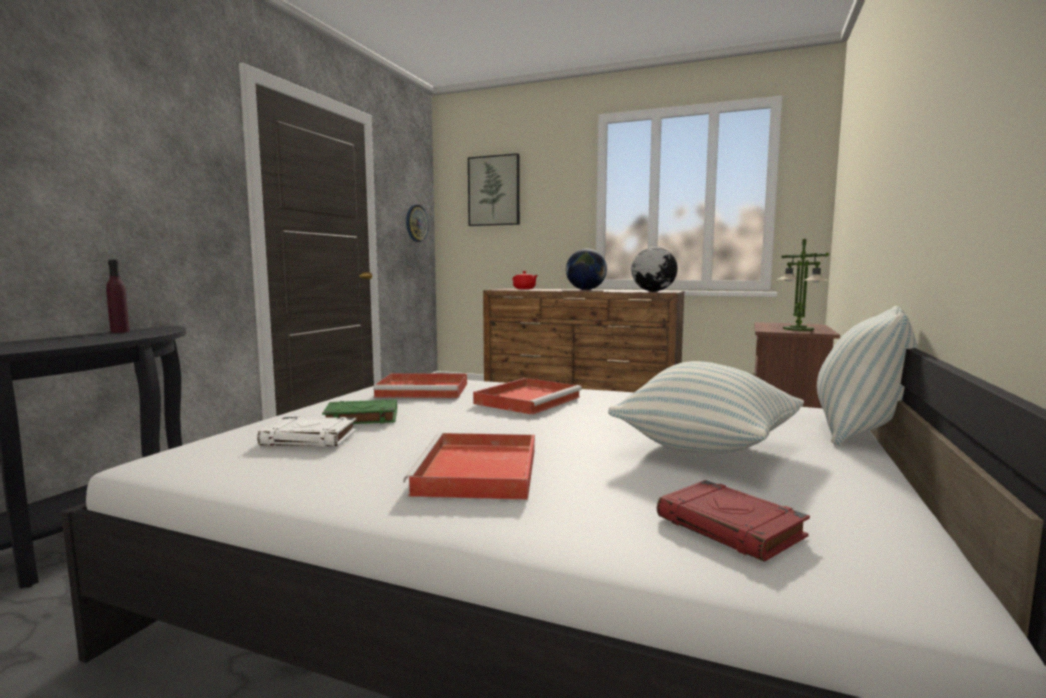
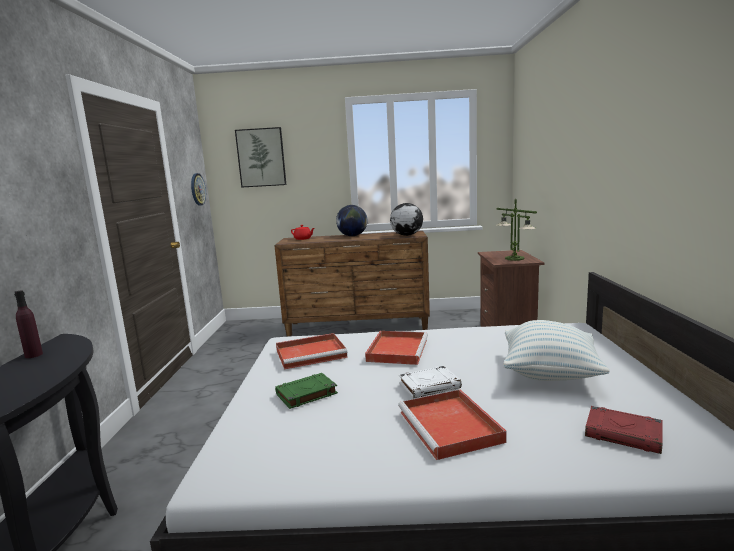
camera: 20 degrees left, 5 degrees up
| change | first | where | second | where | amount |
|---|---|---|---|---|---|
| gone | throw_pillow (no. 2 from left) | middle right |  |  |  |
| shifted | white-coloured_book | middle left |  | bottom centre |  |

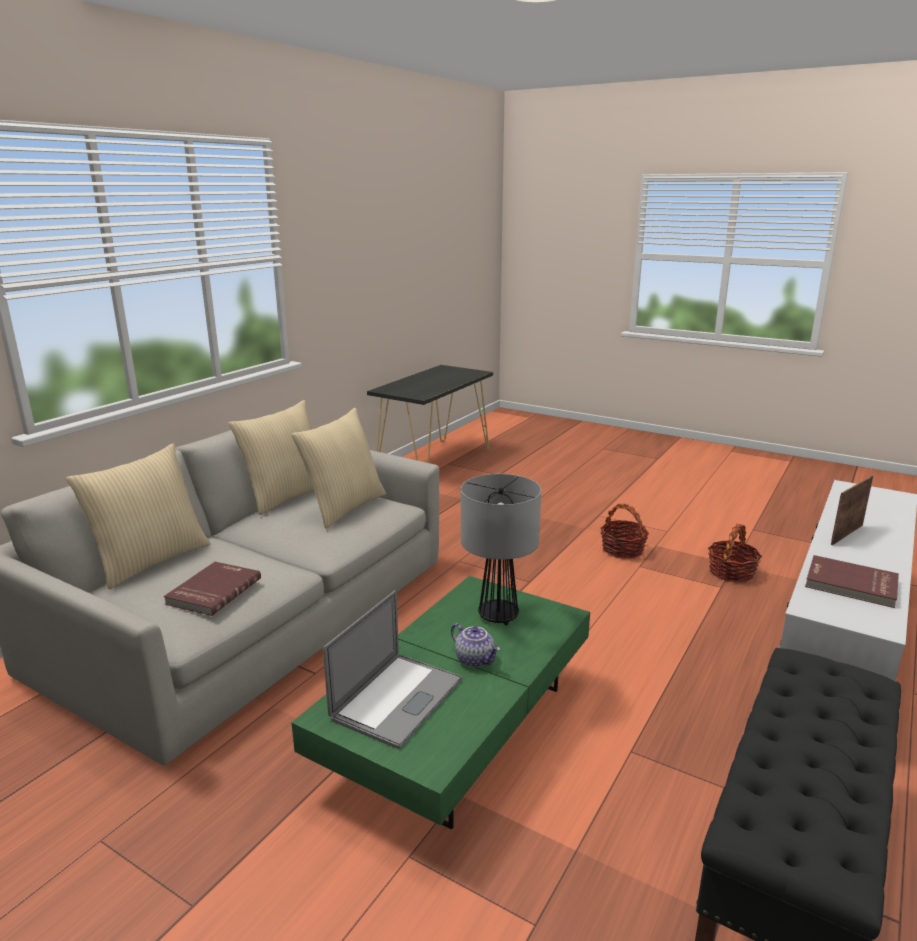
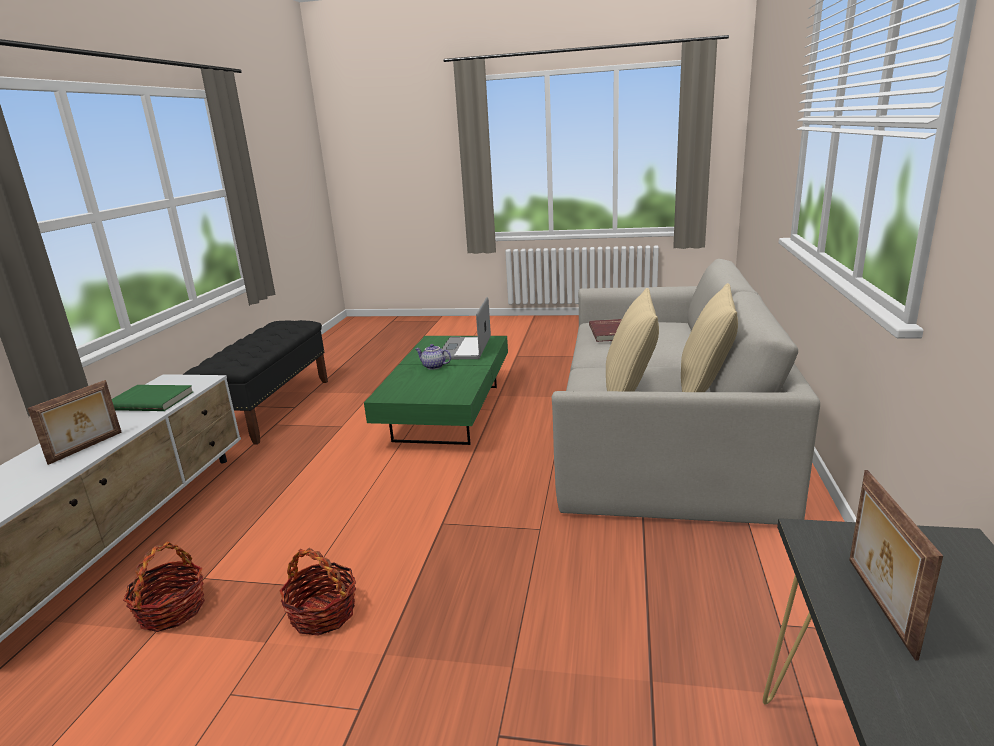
camera: 160 degrees right, 0 degrees up
| change | first | where | second | where | amount |
|---|---|---|---|---|---|
| gone | beige-coloured_throw_pillow (no. 1 from left) | middle left |  |  |  |
| gone | table_lamp | centre |  |  |  |
| repainted | red-coloured_book (no. 2 from left) | middle right | green-coloured_book | middle left |  |
| new |  |  | picture_frame (no. 2 from left) | bottom right |  |

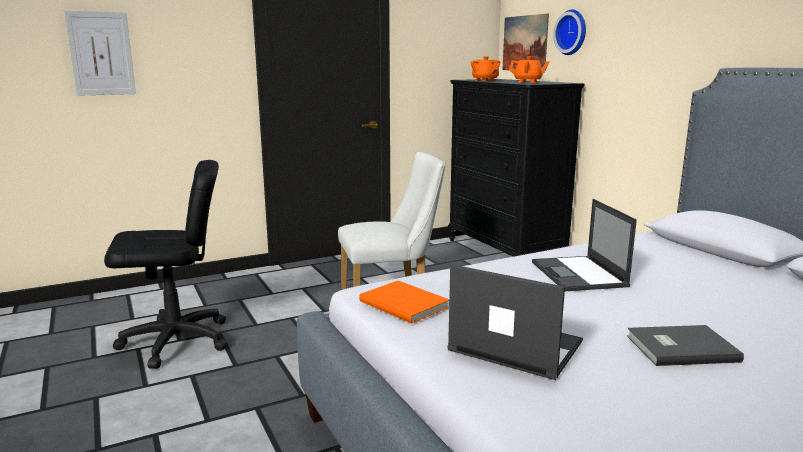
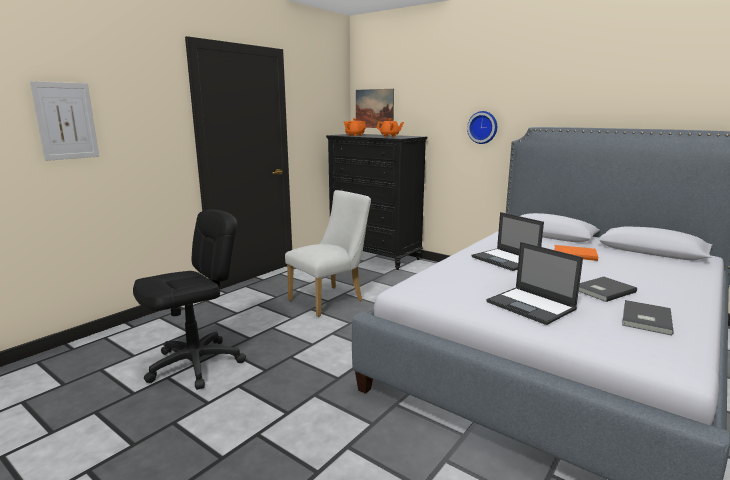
camera: 25 degrees left, 0 degrees up
| change | first | where | second | where | amount |
|---|---|---|---|---|---|
| shifted | hanging_clock | top right |  | top centre |  |
| rotated | notebook_computer (no. 1 from left in the first image) | bottom centre | notebook_computer (no. 2 from left) | middle right | 135 degrees counterclockwise |
| shifted | orangey_book | bottom centre |  | middle right |  |
| new |  |  | gray_book (no. 2 from left) | middle right |  |

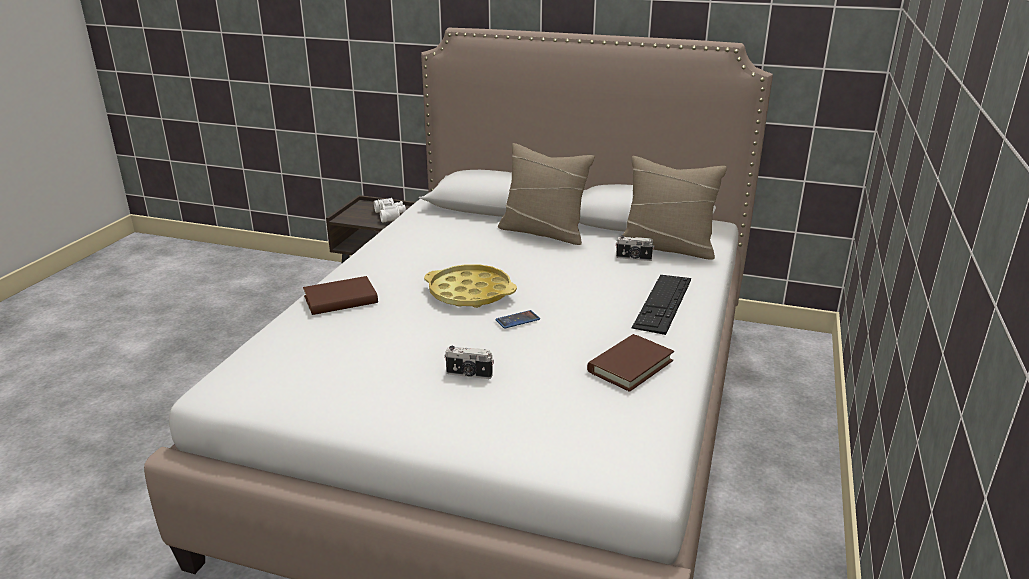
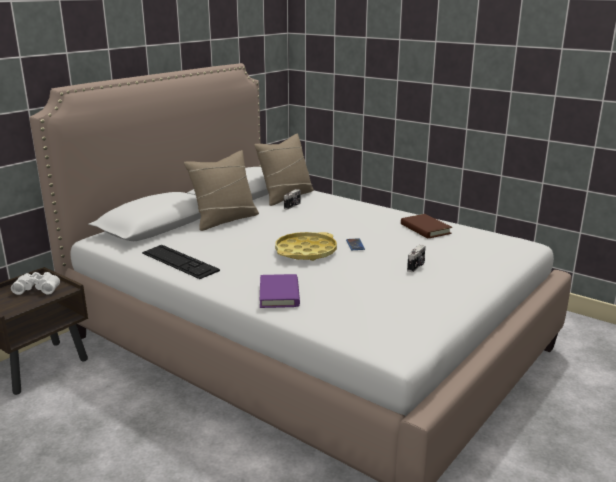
camera: 70 degrees left, 5 degrees down
| change | first | where | second | where | amount |
|---|---|---|---|---|---|
| shifted | PC_keyboard | centre |  | middle left |  |
| repainted | brownish_book (no. 1 from left) | middle left | purple_book | centre |  |

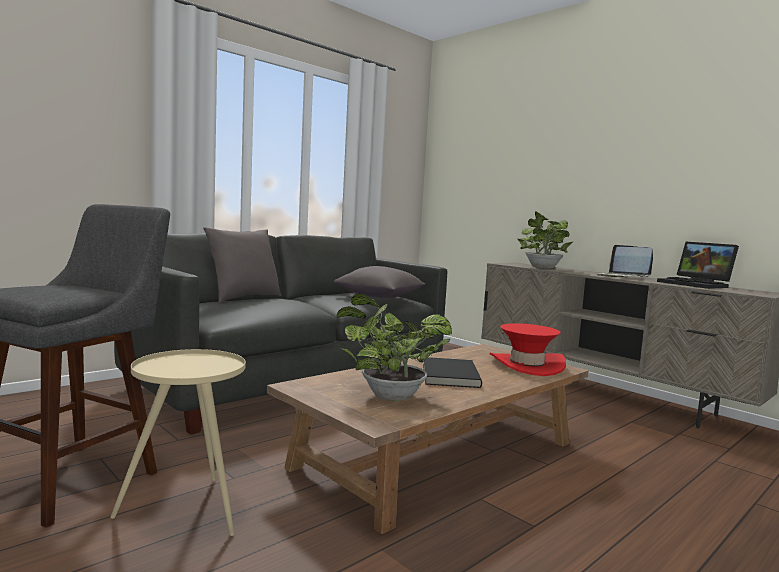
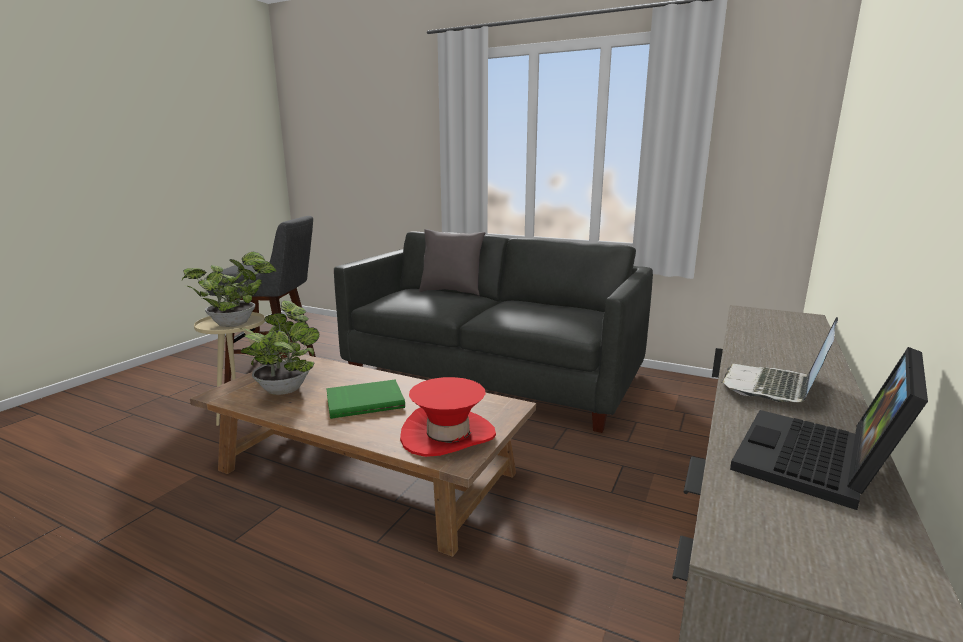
camera: 70 degrees right, 10 degrees up
| change | first | where | second | where | amount |
|---|---|---|---|---|---|
| shifted | potted_plant (no. 2 from left in the first image) | middle right | potted_plant (no. 1 from left) | middle left |  |
| gone | gray_throw_pillow (no. 2 from left) | centre |  |  |  |
| repainted | black-coloured_book | centre | green-coloured_book | centre |  |

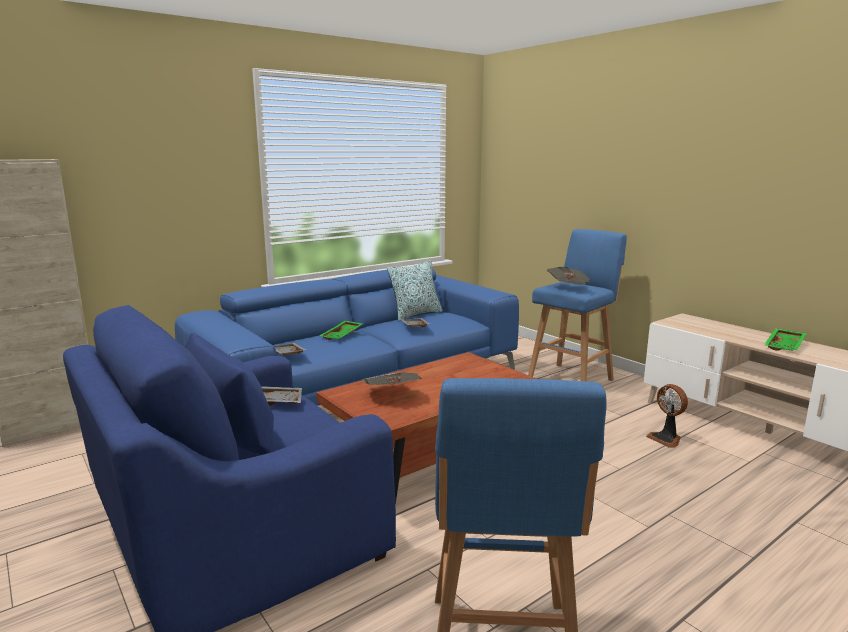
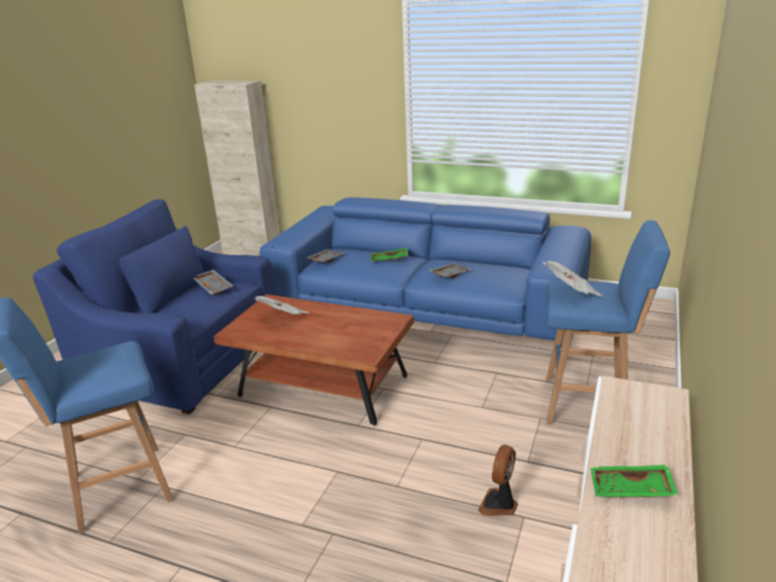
camera: 60 degrees right, 10 degrees up
| change | first | where | second | where | amount |
|---|---|---|---|---|---|
| gone | throw_pillow | centre |  |  |  |

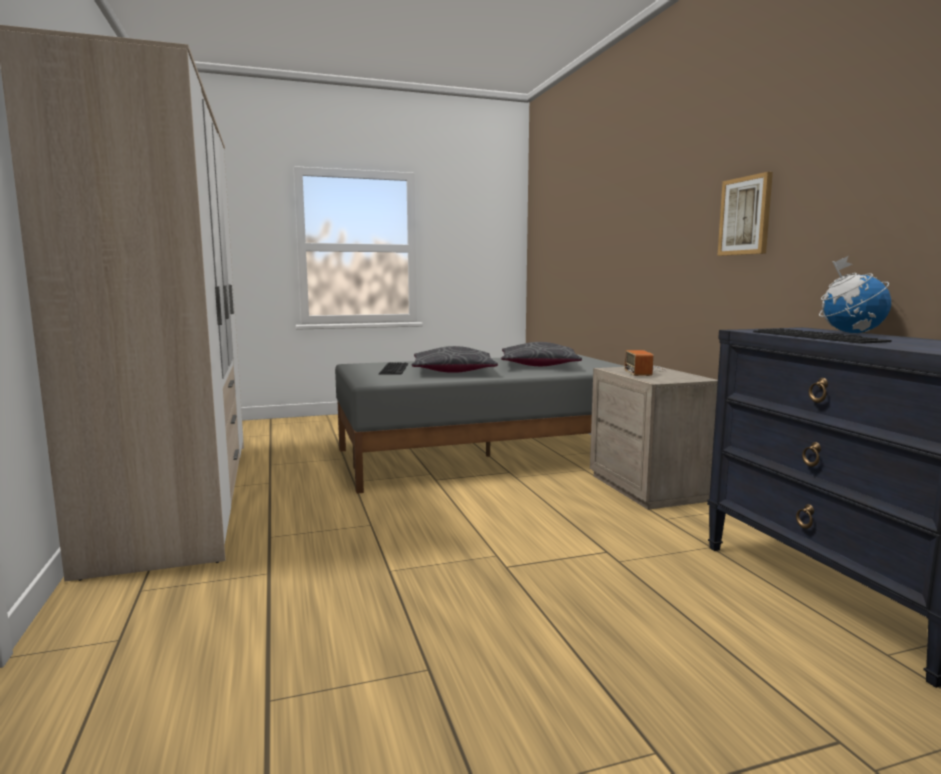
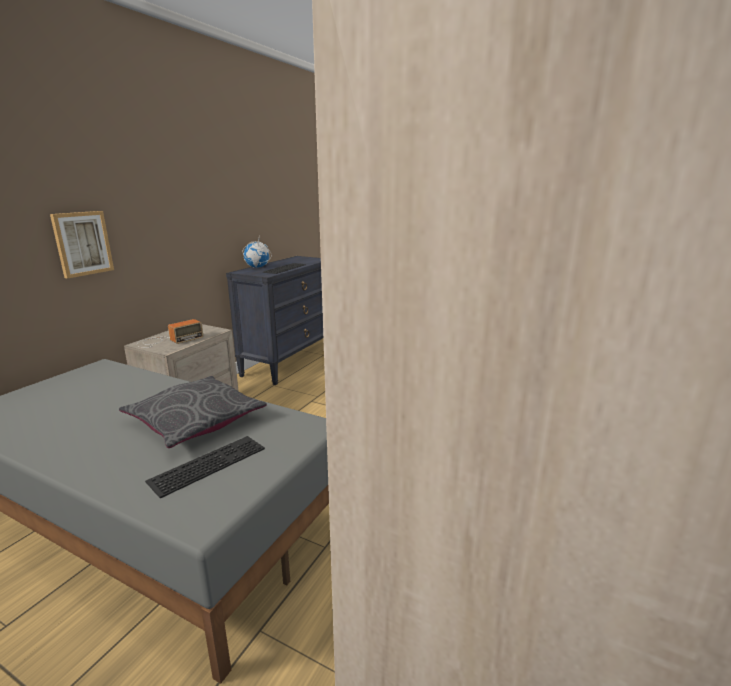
camera: 135 degrees left, 10 degrees up
| change | first | where | second | where | amount |
|---|---|---|---|---|---|
| shifted | wall_picture | top right |  | middle left |  |
| gone | gray_throw_pillow (no. 2 from left) | centre |  |  |  |

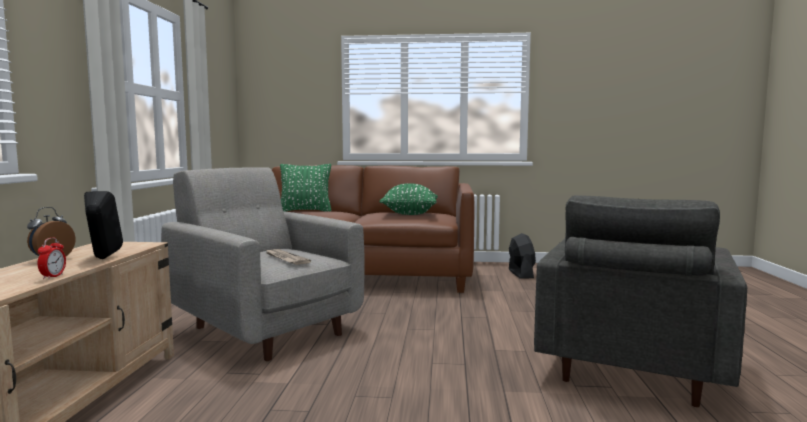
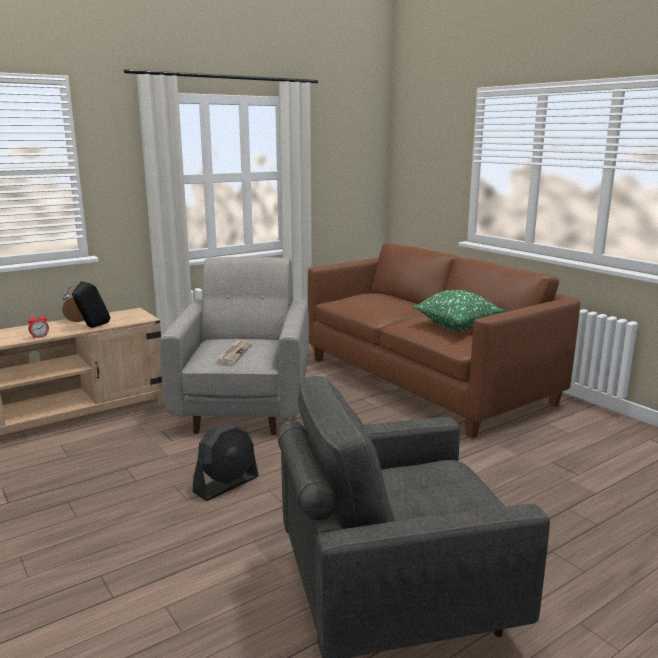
camera: 50 degrees right, 10 degrees up
| change | first | where | second | where | amount |
|---|---|---|---|---|---|
| gone | green-coloured_throw_pillow (no. 1 from left) | centre |  |  |  |
| shifted | black-coloured_cooling_fan | centre |  | bottom centre |  |

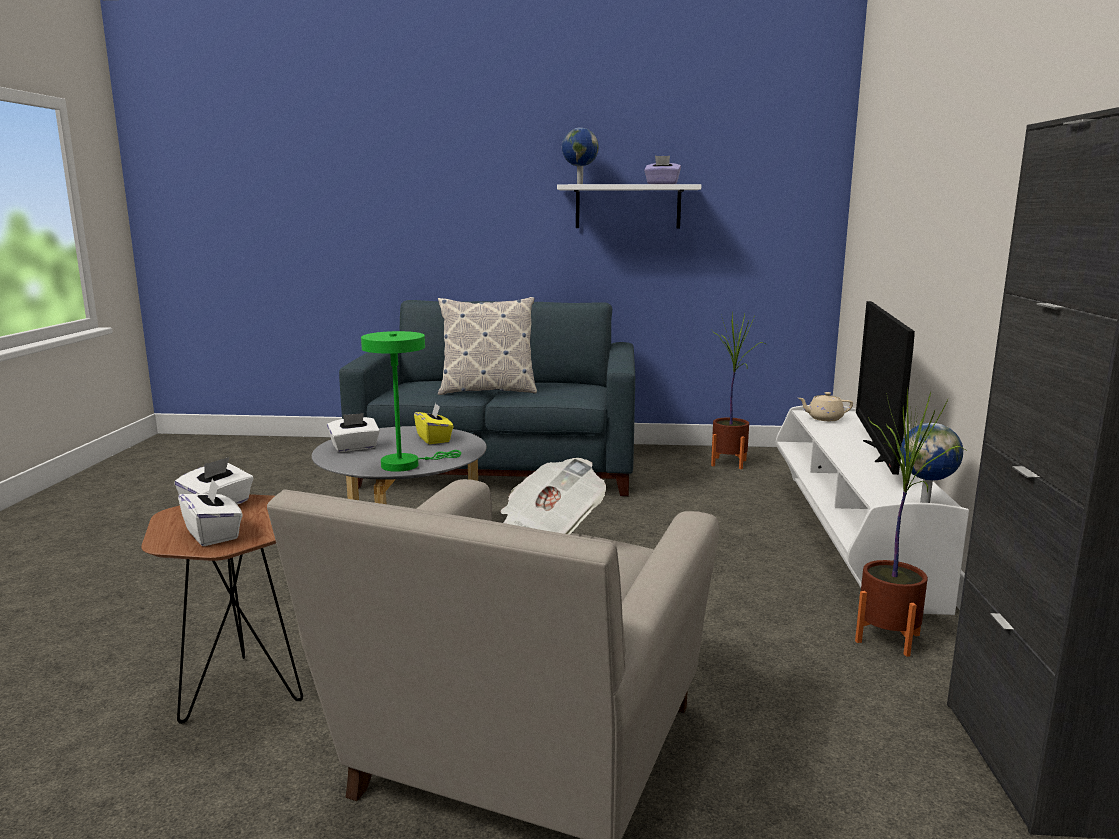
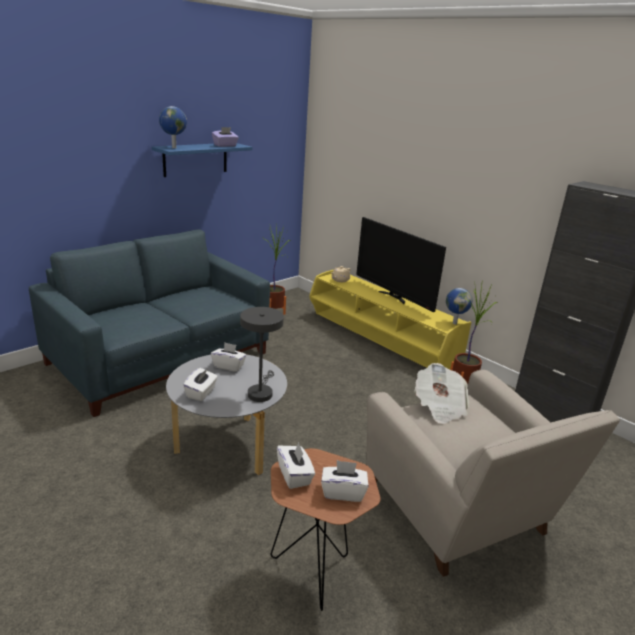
camera: 50 degrees left, 10 degrees up
| change | first | where | second | where | amount |
|---|---|---|---|---|---|
| repainted | white-coloured_shelf | top centre | bluish_shelf | top left |  |
| gone | throw_pillow | centre |  |  |  |
| repainted | green-coloured_table_lamp | centre | gray_table_lamp | centre |  |
| repainted | yellow-coloured_tissue_holder | centre | white-coloured_tissue_holder (no. 2 from left) | centre |  |
| repainted | white-coloured_tv_stand | middle right | yellow-coloured_tv_stand | centre |  |

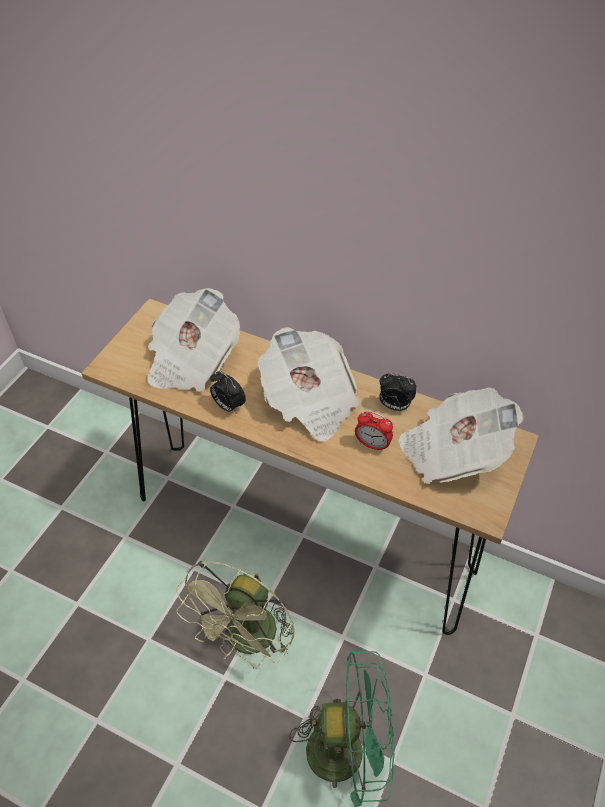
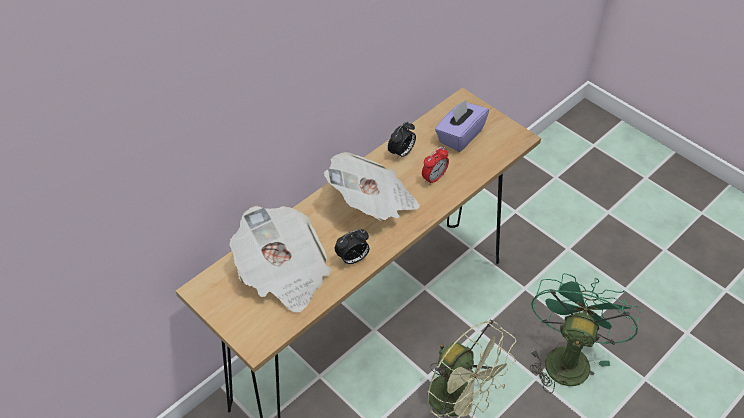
camera: 70 degrees left, 0 degrees up
| change | first | where | second | where | amount |
|---|---|---|---|---|---|
| swapped | printed_paper (no. 3 from left) | middle right | purple_tissue_holder | top centre |  |

